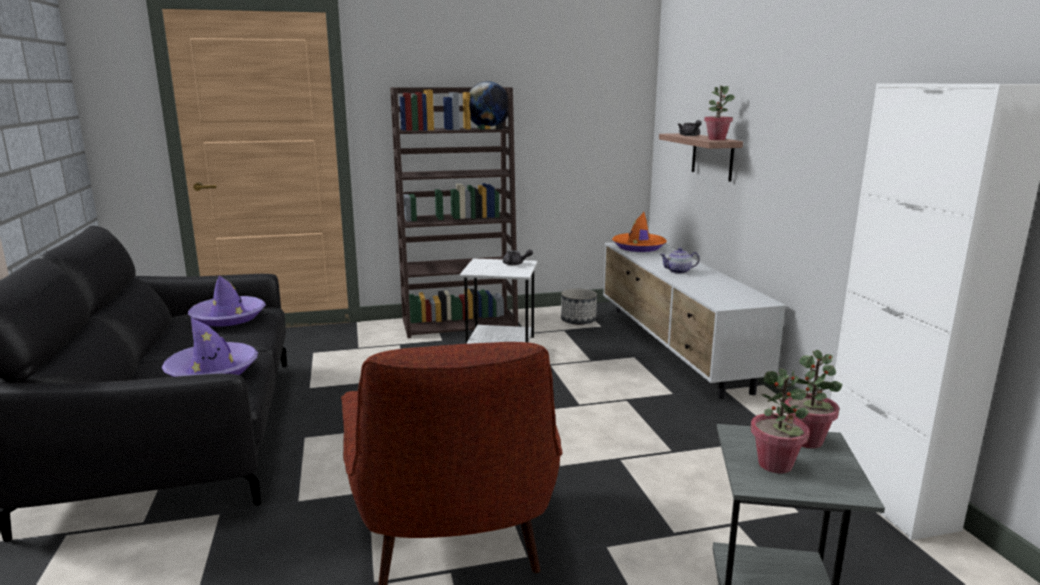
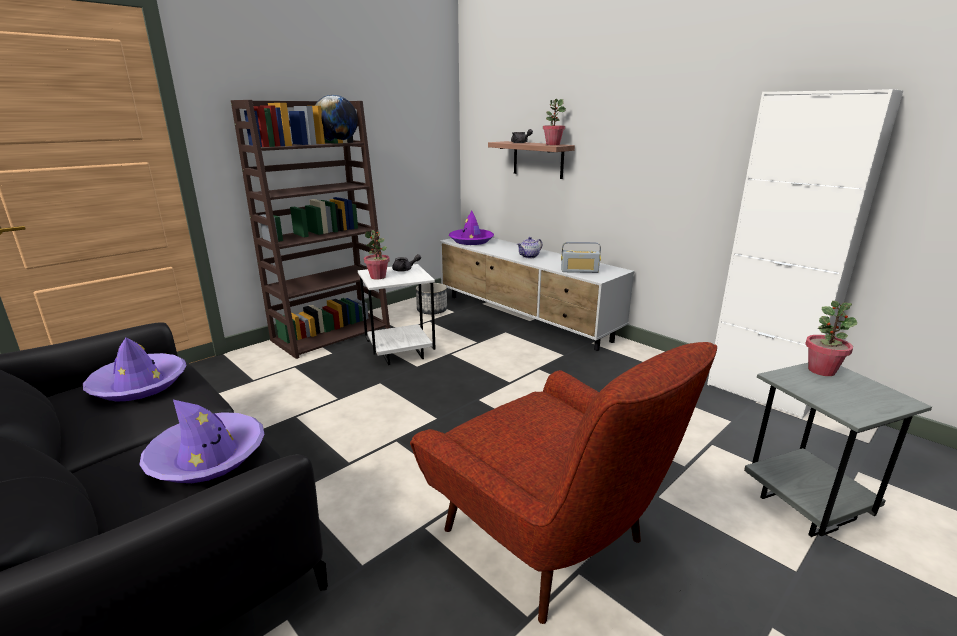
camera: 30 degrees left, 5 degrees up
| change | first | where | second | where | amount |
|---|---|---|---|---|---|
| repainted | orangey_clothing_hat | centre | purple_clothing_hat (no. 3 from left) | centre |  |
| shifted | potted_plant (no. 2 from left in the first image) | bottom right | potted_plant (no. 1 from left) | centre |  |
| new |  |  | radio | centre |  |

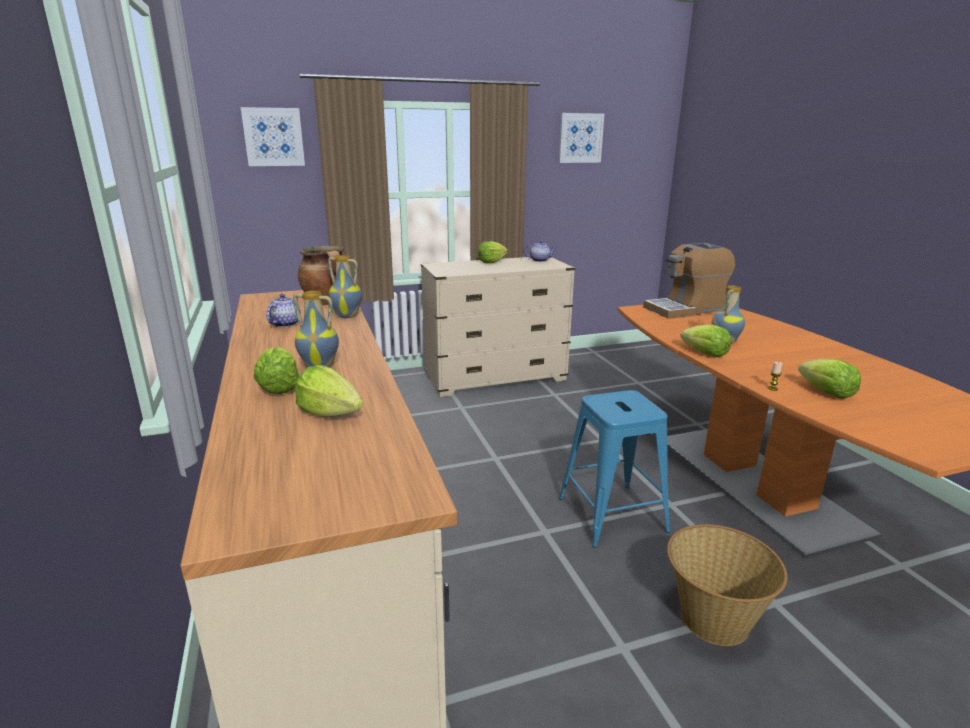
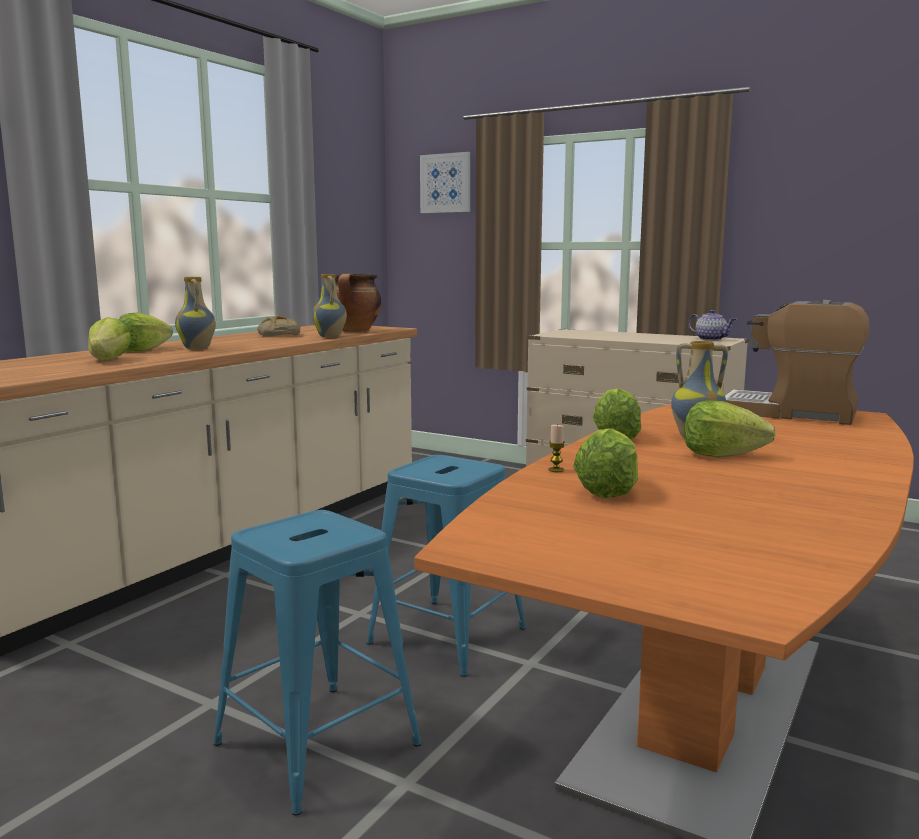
camera: 50 degrees right, 10 degrees down
| change | first | where | second | where | amount |
|---|---|---|---|---|---|
| gone | wall_picture (no. 2 from left) | top centre |  |  |  |
| shifted | head_of_lettuce (no. 3 from left in the first image) | centre | head_of_lettuce (no. 5 from left) | middle right |  |
| swapped | tea_pot (no. 1 from left) | middle left | baked_bread | middle left |  |
| swapped | storage_basket | bottom right | bluish_stool (no. 1 from left) | bottom centre |  |

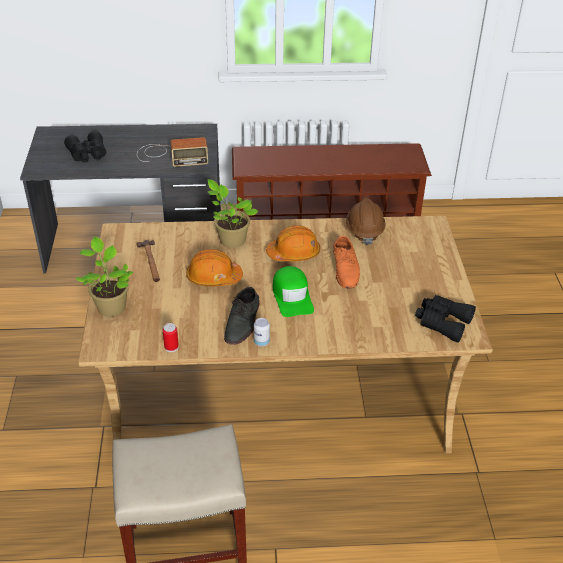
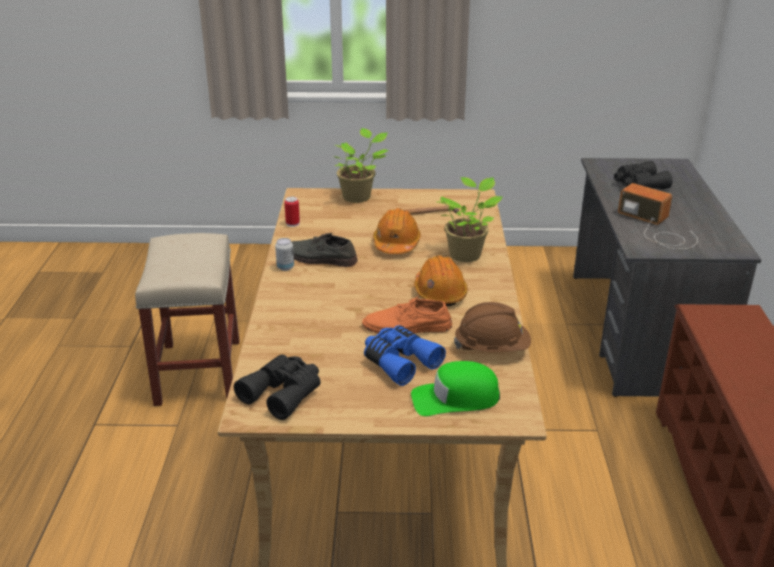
camera: 95 degrees right, 10 degrees down
| change | first | where | second | where | amount |
|---|---|---|---|---|---|
| rotated | radio | top left |  | middle right | 135 degrees clockwise |
| shifted | green-coloured_peaked_cap | centre |  | bottom centre |  |
| new |  |  | bluish_pair_of_binoculars | centre |  |

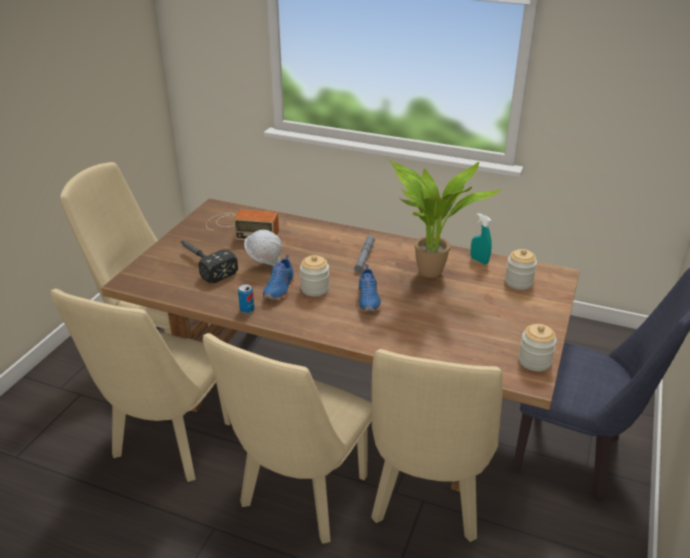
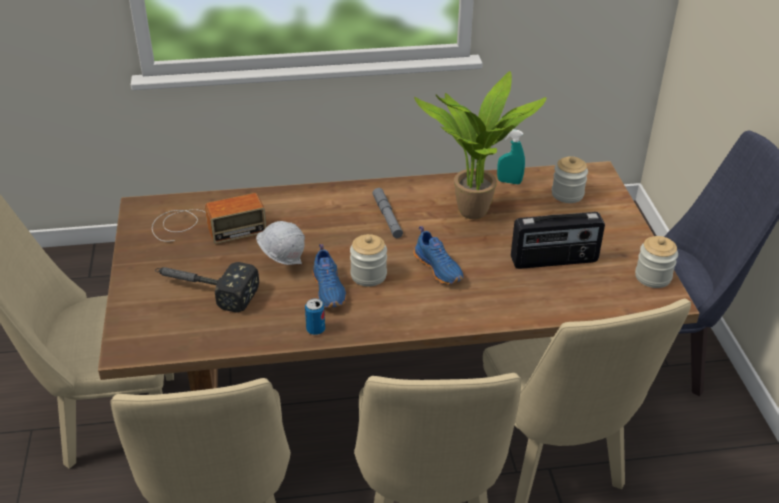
camera: 30 degrees left, 5 degrees up
| change | first | where | second | where | amount |
|---|---|---|---|---|---|
| new |  |  | radio (no. 2 from left) | middle right |  |

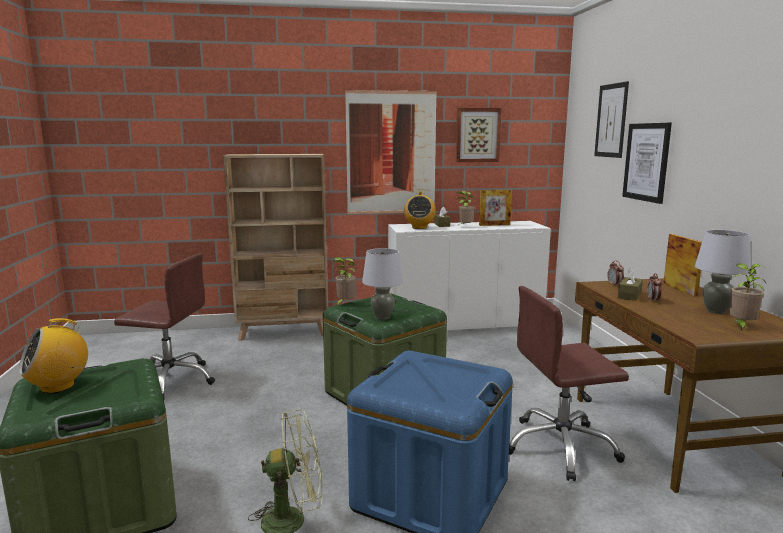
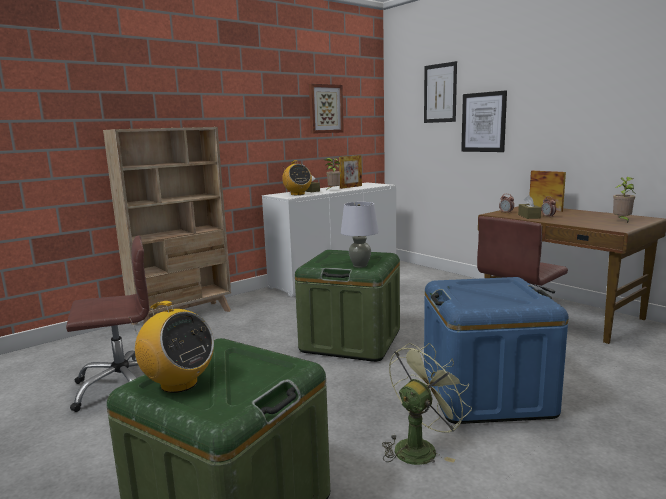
camera: 30 degrees left, 0 degrees up
| change | first | where | second | where | amount |
|---|---|---|---|---|---|
| gone | wall_picture (no. 1 from left) | top centre |  |  |  |
| gone | gray_table_lamp (no. 2 from left) | middle right |  |  |  |
| gone | potted_plant (no. 1 from left) | centre |  |  |  |
| rotated | radio (no. 1 from left) | bottom left |  | bottom left | 75 degrees counterclockwise |

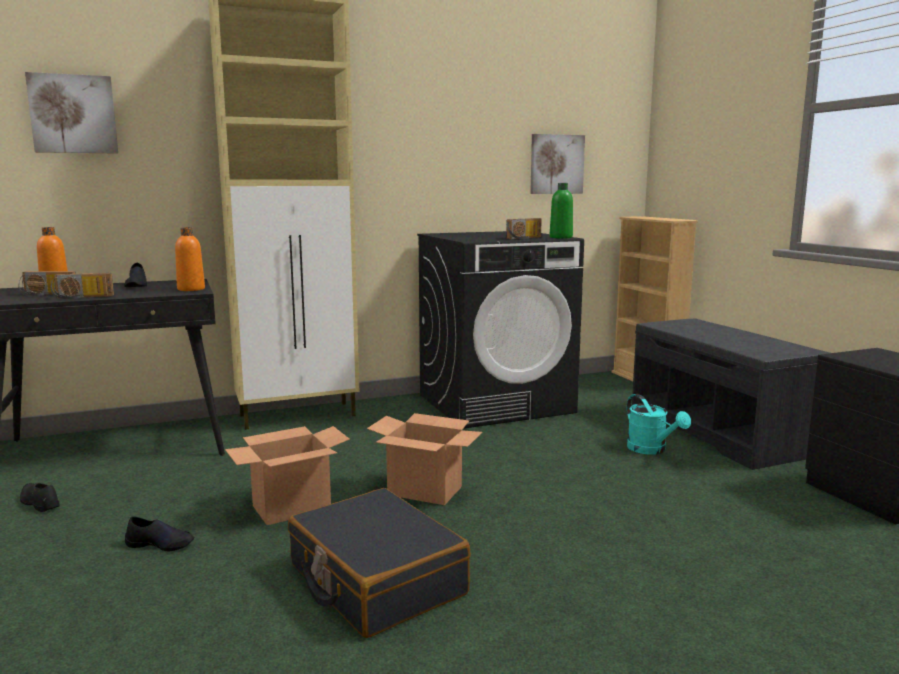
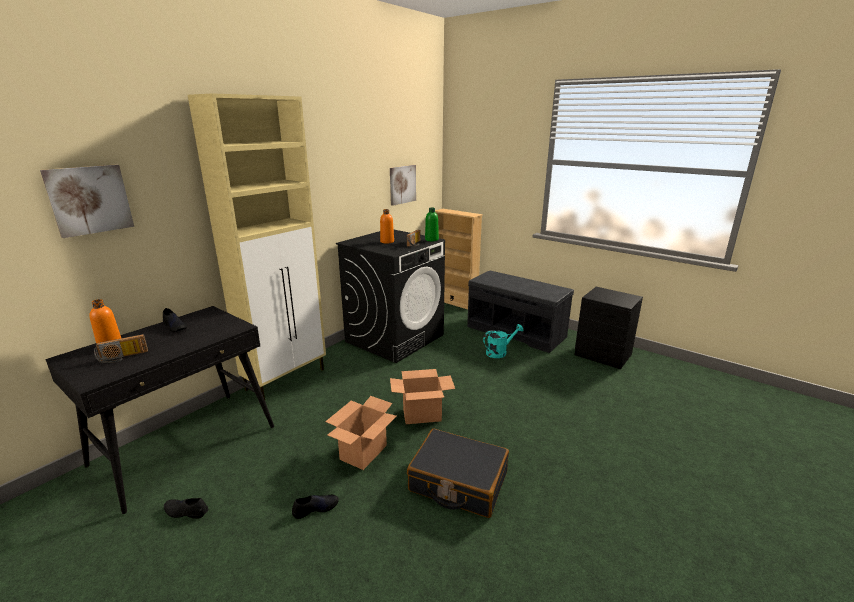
camera: 30 degrees left, 10 degrees up
| change | first | where | second | where | amount |
|---|---|---|---|---|---|
| shifted | orangey_beverage_bottle (no. 2 from left) | middle left |  | centre |  |
| gone | radio (no. 2 from left) | middle left |  |  |  |
| rotated | blue-green_sprinkling_can | middle right |  | centre | 60 degrees counterclockwise |

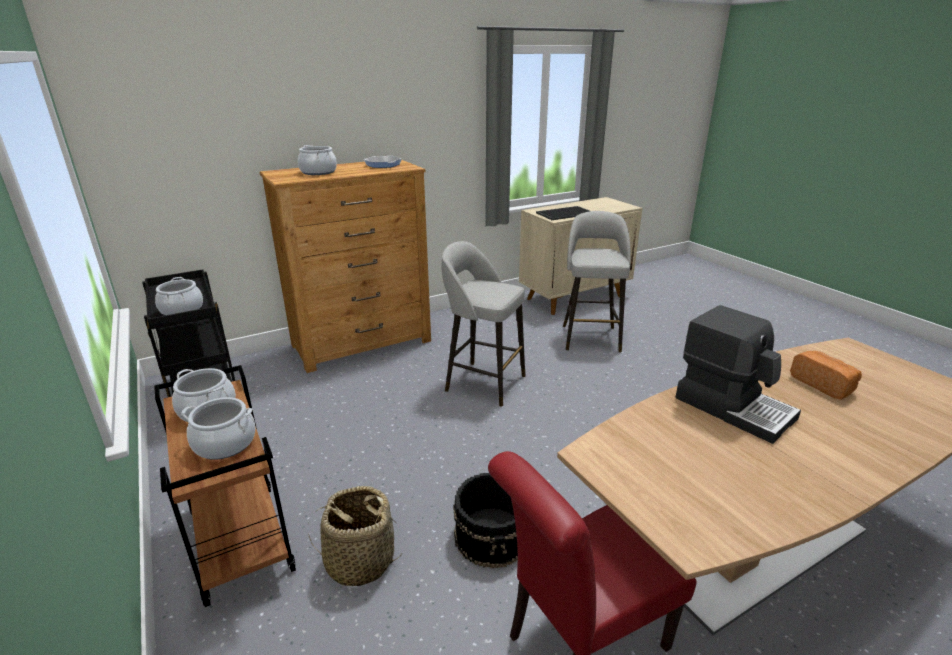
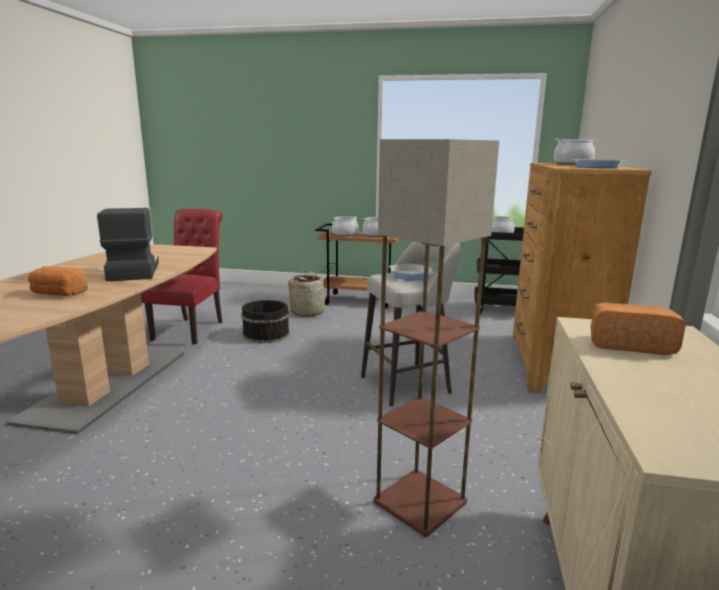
camera: 130 degrees right, 10 degrees down
| change | first | where | second | where | amount |
|---|---|---|---|---|---|
| swapped | serving_tray | top centre | baked_bread (no. 2 from left) | middle right |  |
| swapped | gray_stool (no. 2 from left) | centre | floor_lamp | centre |  |
| rotated | coffee_maker | middle right |  | middle left | 75 degrees clockwise |
| new |  |  | pan (no. 1 from left) | centre |  |

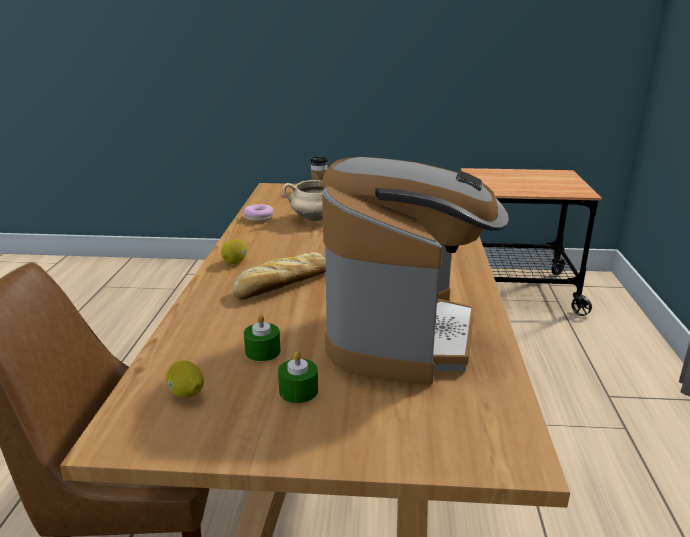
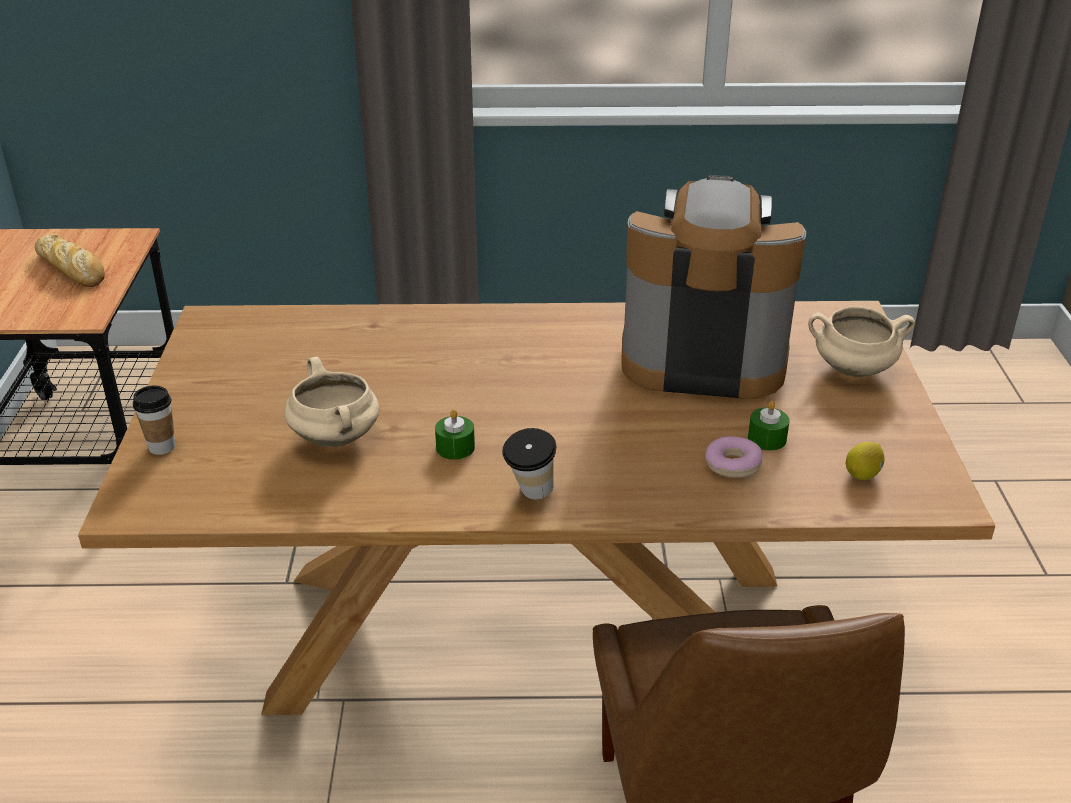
camera: 95 degrees left, 10 degrees up
| change | first | where | second | where | amount |
|---|---|---|---|---|---|
| shifted | ring_doughnut | centre |  | middle right |  |
| swapped | whole_lemon (no. 2 from left) | centre | cup (no. 2 from left) | centre |  |
| shifted | baked_bread | centre |  | top left |  |
| shifted | green-coloured_candle (no. 2 from left in the first image) | bottom centre | green-coloured_candle (no. 1 from left) | centre |  |
| new |  |  | beige-coloured_saucepot (no. 2 from left) | middle right |  |

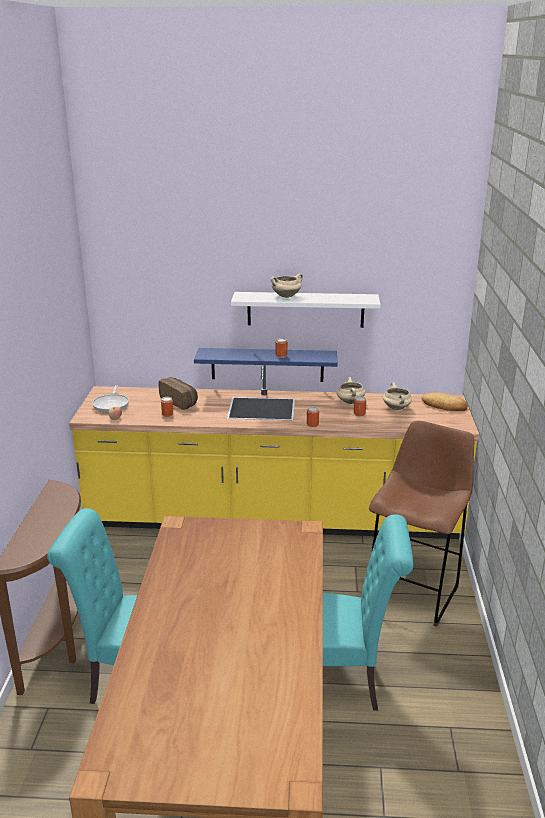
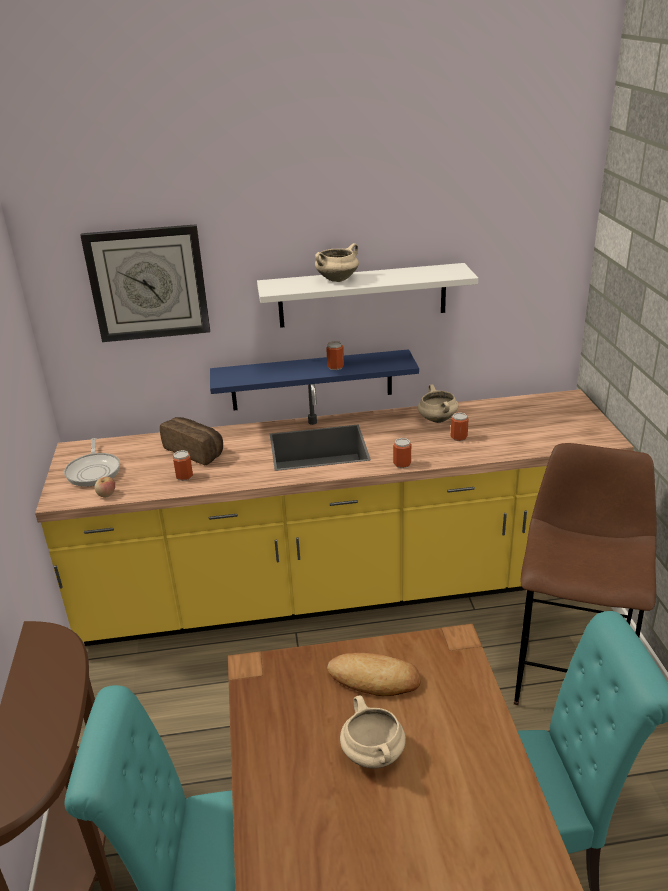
camera: 10 degrees left, 5 degrees up
| change | first | where | second | where | amount |
|---|---|---|---|---|---|
| shifted | beige-coloured_saucepot (no. 3 from left in the first image) | middle right | beige-coloured_saucepot (no. 2 from left) | bottom centre |  |
| shifted | baked_bread (no. 2 from left) | middle right |  | bottom centre |  |
| new |  |  | hanging_clock | top left |  |

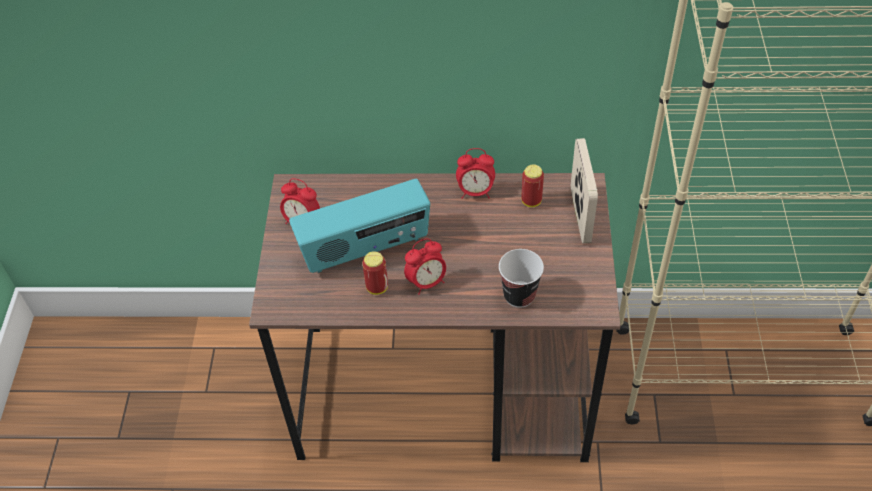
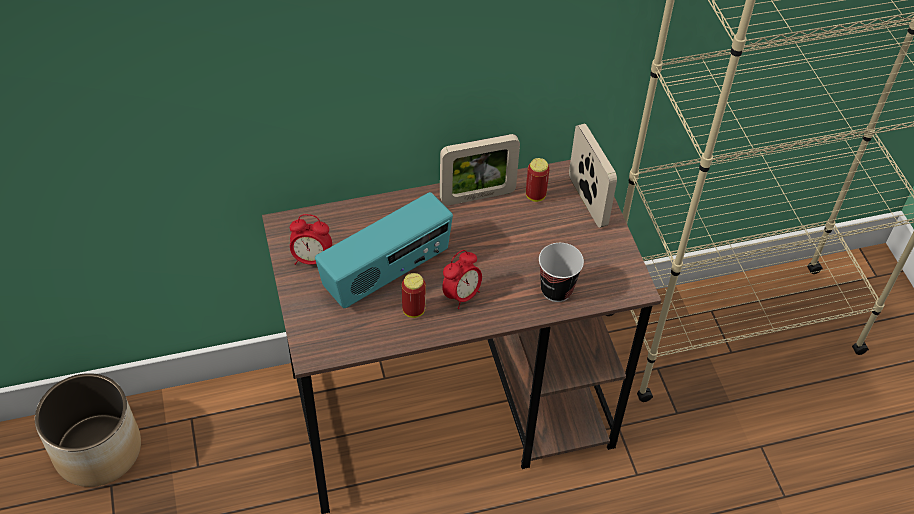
camera: 20 degrees left, 0 degrees up
| change | first | where | second | where | amount |
|---|---|---|---|---|---|
| swapped | bedside_clock (no. 3 from left) | centre | picture_frame (no. 1 from left) | top centre |  |
| new |  |  | planter | bottom left |  |

